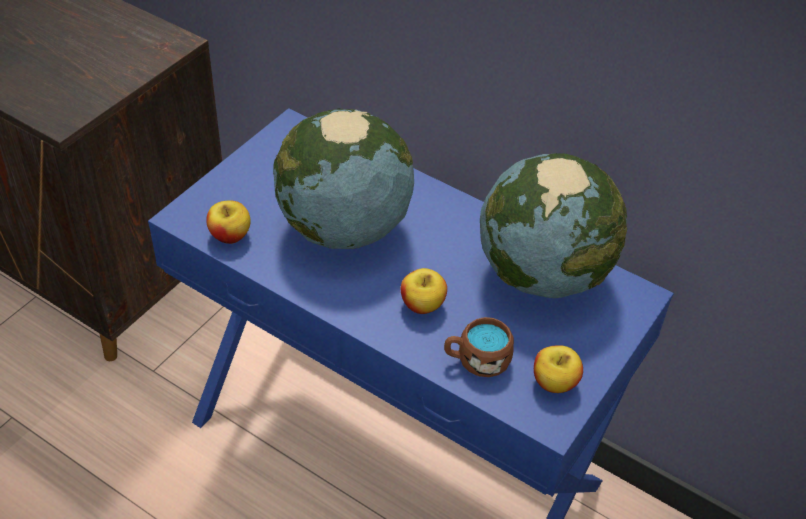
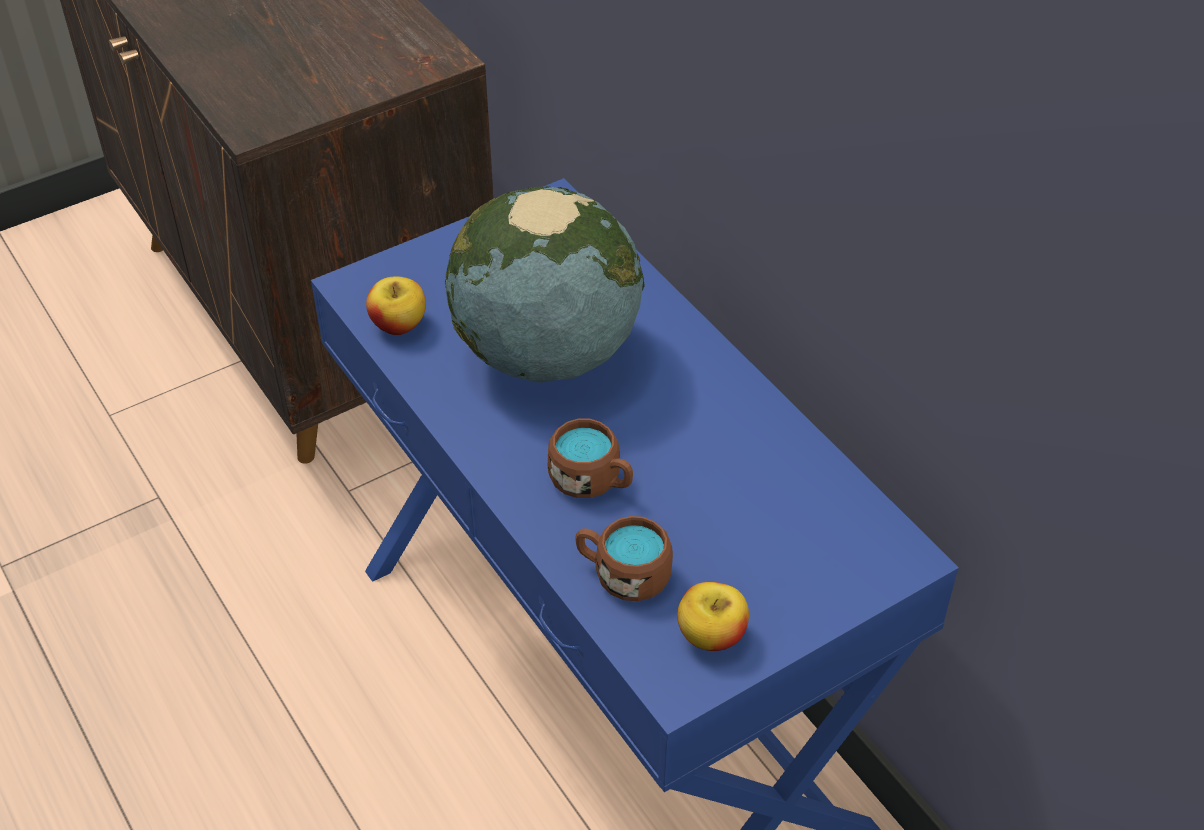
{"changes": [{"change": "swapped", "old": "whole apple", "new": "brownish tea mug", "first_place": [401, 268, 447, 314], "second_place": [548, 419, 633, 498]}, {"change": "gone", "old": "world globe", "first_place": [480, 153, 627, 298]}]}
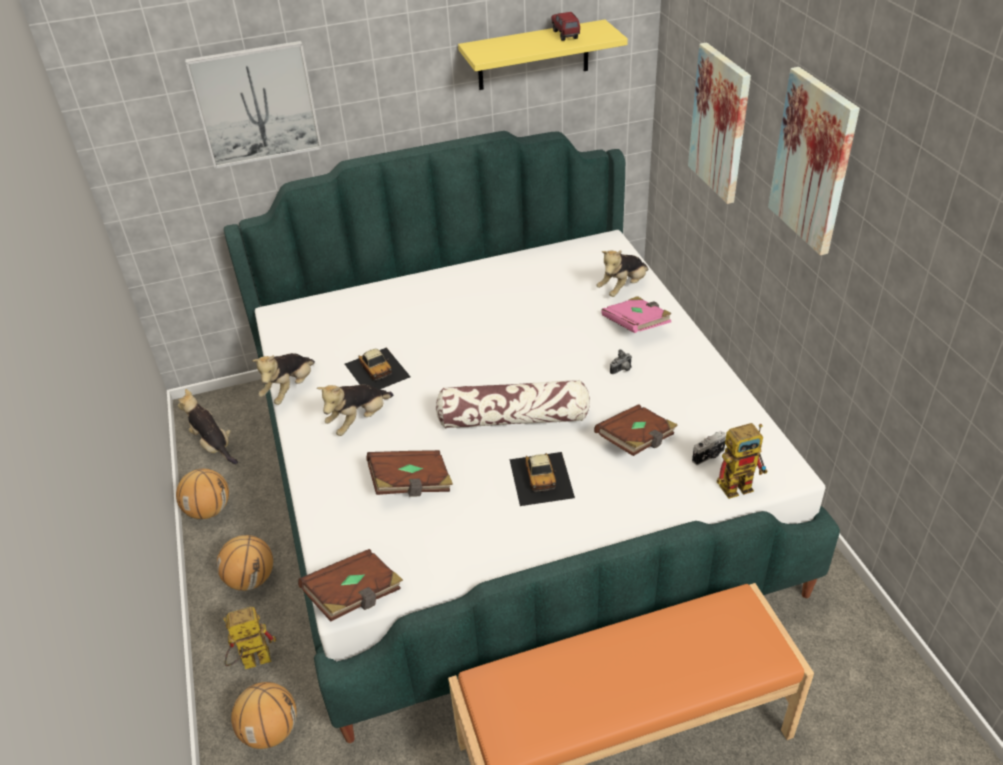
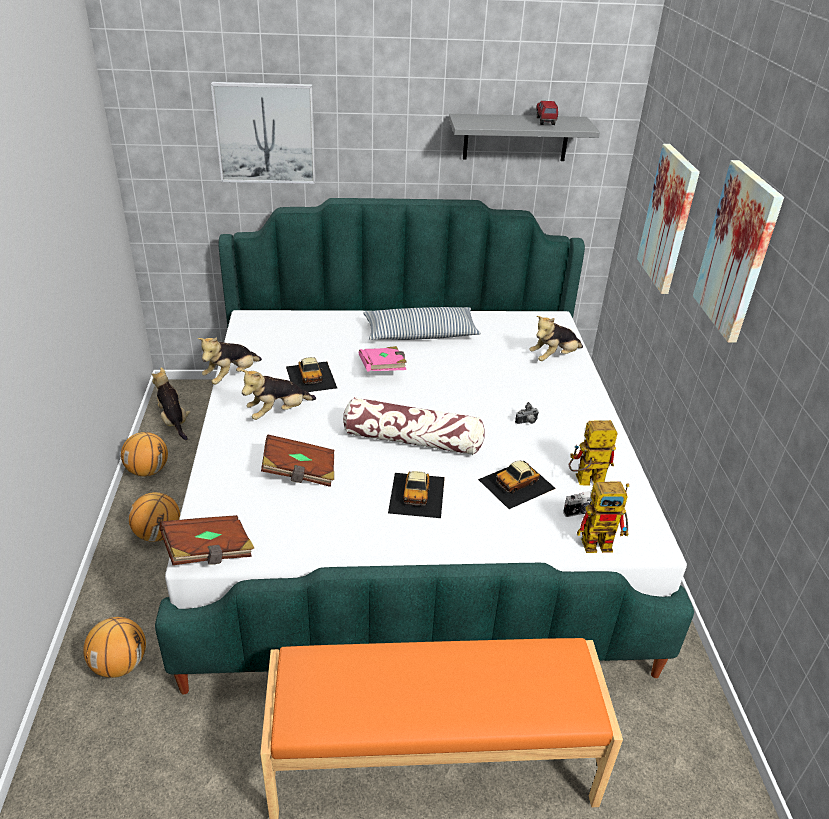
{"changes": [{"change": "shifted", "old": "pink-coloured bound book", "first_place": [601, 296, 671, 333], "second_place": [359, 346, 407, 371]}, {"change": "new", "new": "throw pillow", "second_place": [364, 307, 481, 340]}, {"change": "repainted", "old": "yellow wall shelf", "new": "grey wall shelf", "first_place": [458, 19, 628, 90], "second_place": [449, 114, 600, 161]}, {"change": "swapped", "old": "brownish bound book", "new": "toy car", "first_place": [594, 404, 678, 456], "second_place": [478, 461, 556, 509]}, {"change": "shifted", "old": "toy robot", "first_place": [223, 606, 276, 669], "second_place": [569, 420, 618, 486]}]}
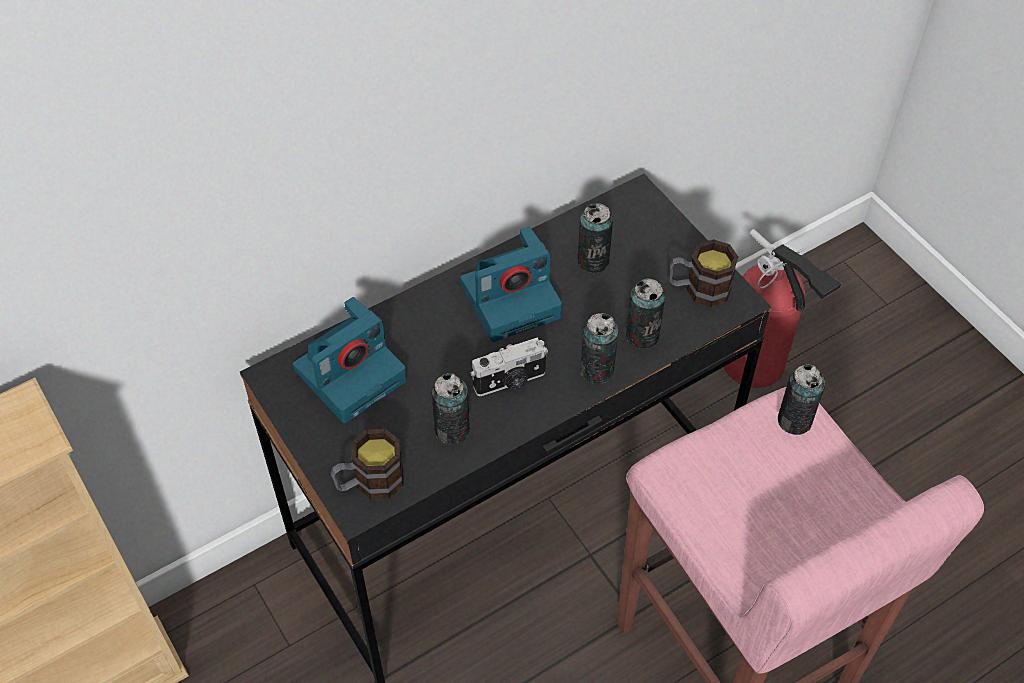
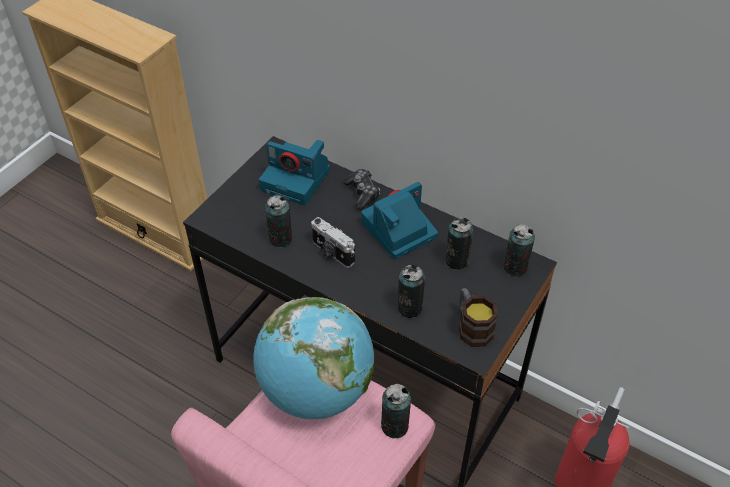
{"changes": [{"change": "new", "new": "world globe", "second_place": [253, 297, 374, 419]}, {"change": "new", "new": "game controller", "second_place": [343, 169, 380, 210]}, {"change": "rotated", "old": "still camera", "first_place": [460, 226, 562, 342], "second_place": [361, 182, 438, 259], "degrees": 105}, {"change": "shifted", "old": "sealed can", "first_place": [580, 313, 618, 384], "second_place": [503, 224, 535, 277]}, {"change": "gone", "old": "tea mug", "first_place": [331, 429, 404, 499]}]}
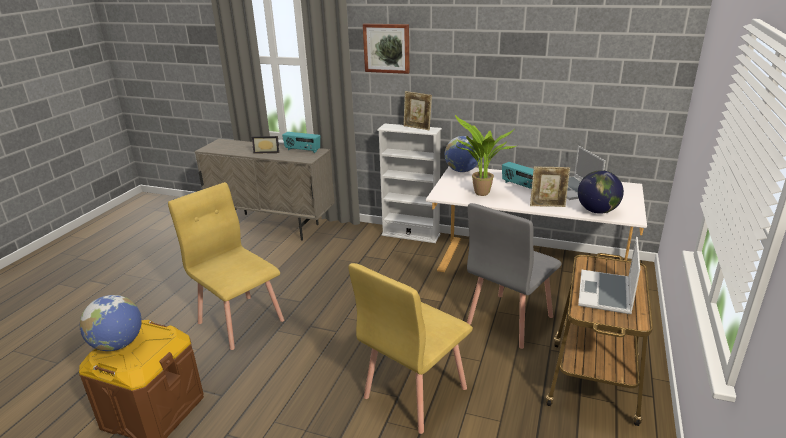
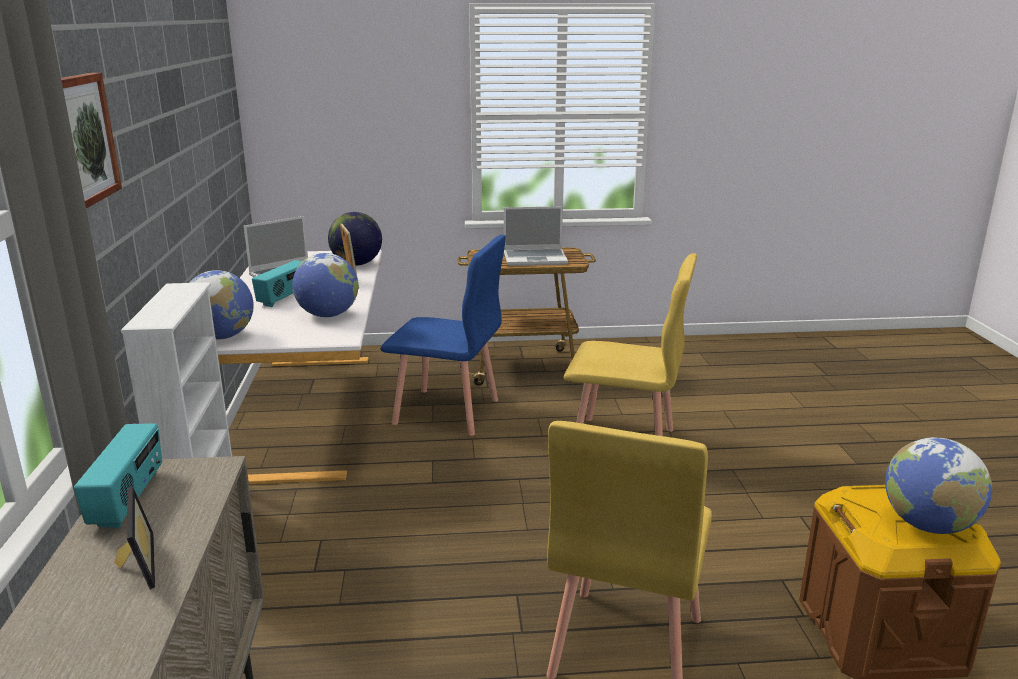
{"changes": [{"change": "swapped", "old": "plant in a pot", "new": "world globe", "first_place": [455, 115, 518, 196], "second_place": [293, 253, 359, 317]}, {"change": "repainted", "old": "grey chair", "new": "blue-coloured chair", "first_place": [467, 203, 561, 349], "second_place": [381, 235, 506, 436]}, {"change": "gone", "old": "photo frame", "first_place": [403, 91, 432, 130]}]}
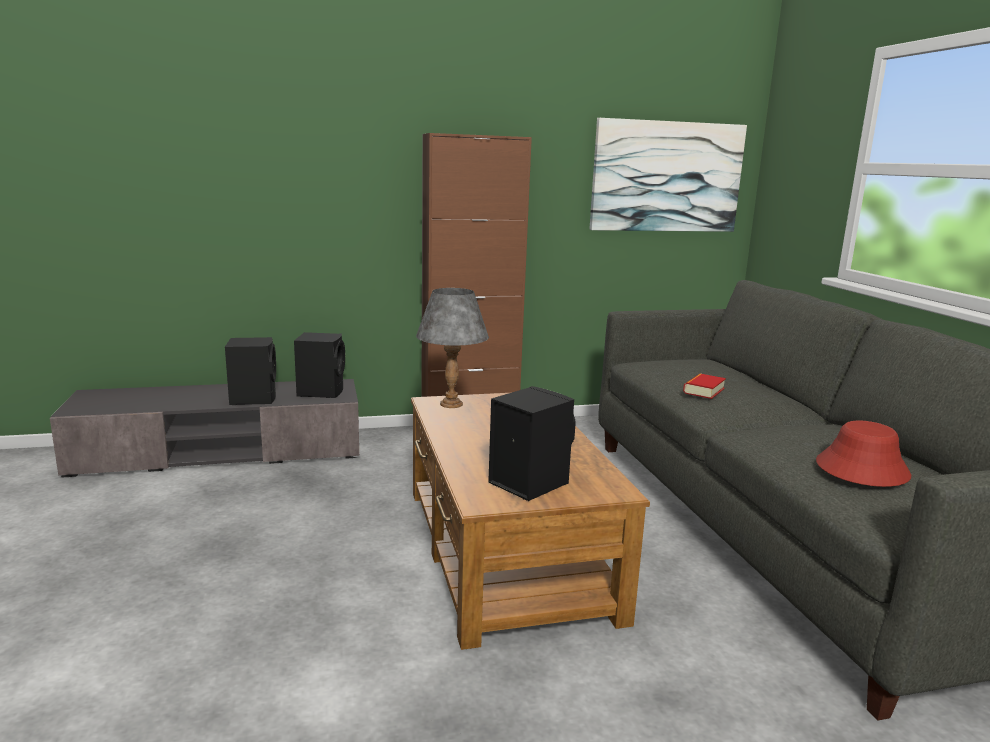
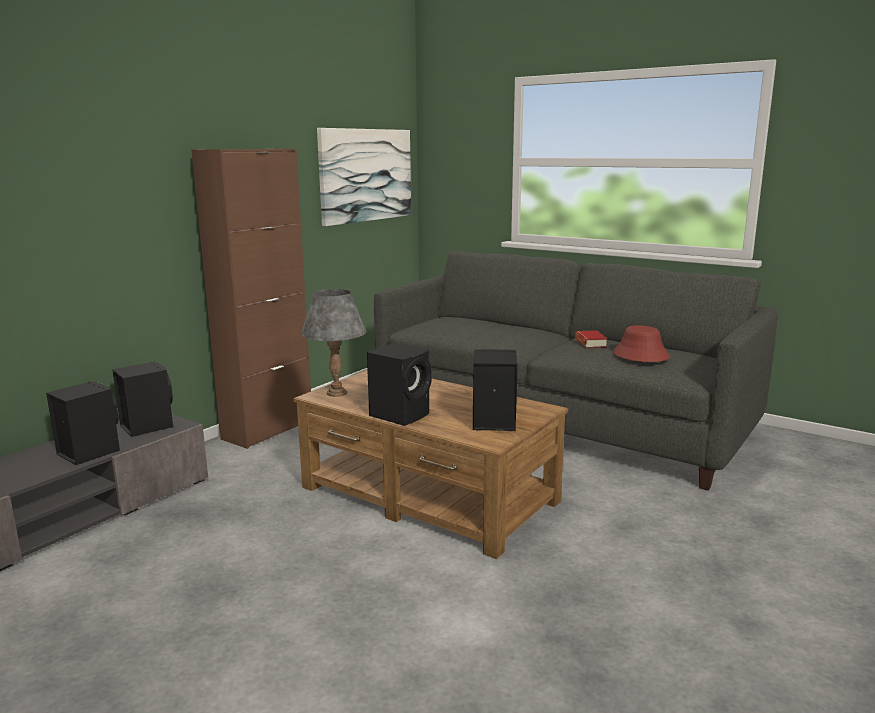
{"changes": [{"change": "new", "new": "blackish loudspeaker", "second_place": [367, 343, 432, 426]}, {"change": "shifted", "old": "bound book", "first_place": [683, 373, 726, 399], "second_place": [575, 330, 607, 348]}]}
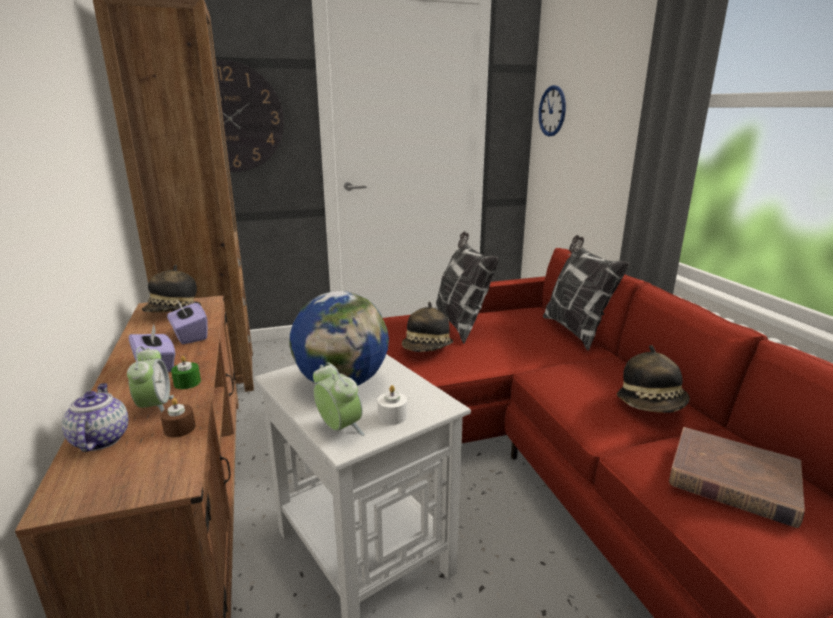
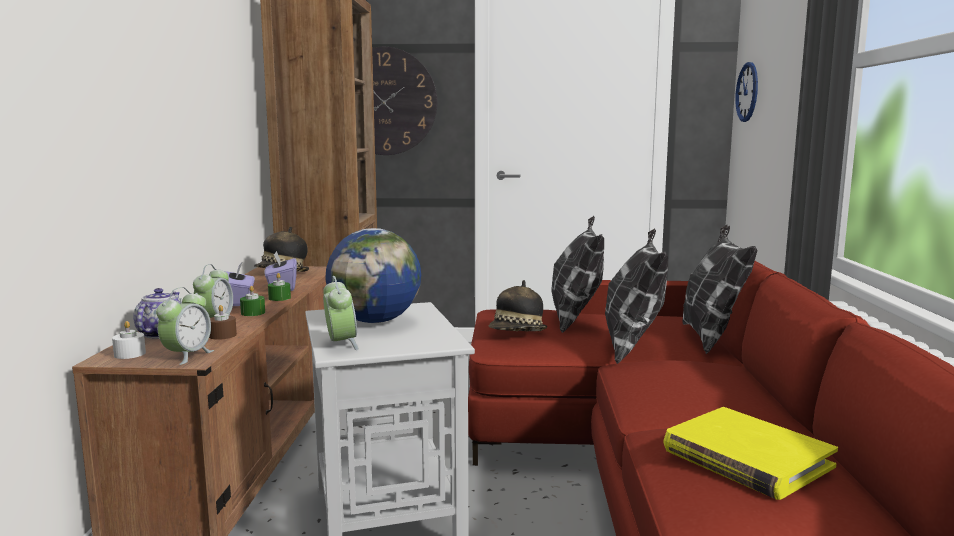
{"changes": [{"change": "shifted", "old": "white-coloured candle", "first_place": [377, 385, 407, 425], "second_place": [112, 321, 146, 359]}, {"change": "new", "new": "bedside clock", "second_place": [156, 287, 214, 365]}, {"change": "new", "new": "green-coloured candle", "second_place": [268, 273, 291, 301]}, {"change": "new", "new": "throw pillow", "second_place": [605, 228, 668, 364]}, {"change": "repainted", "old": "brownish bound book", "new": "yellow bound book", "first_place": [669, 427, 805, 528], "second_place": [664, 407, 838, 500]}, {"change": "gone", "old": "wearable hat", "first_place": [617, 345, 690, 413]}]}
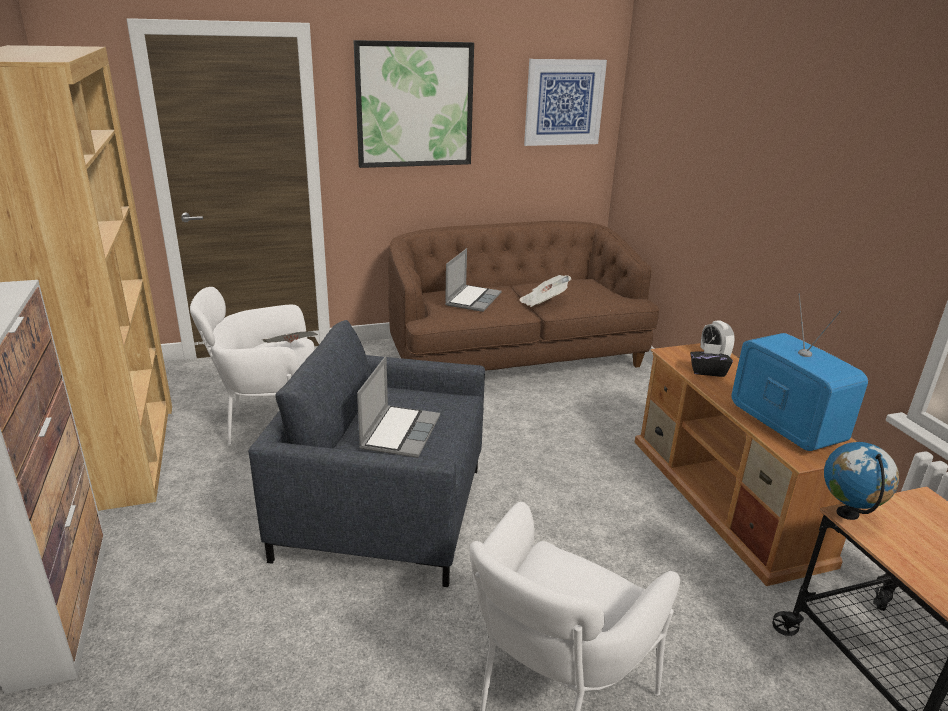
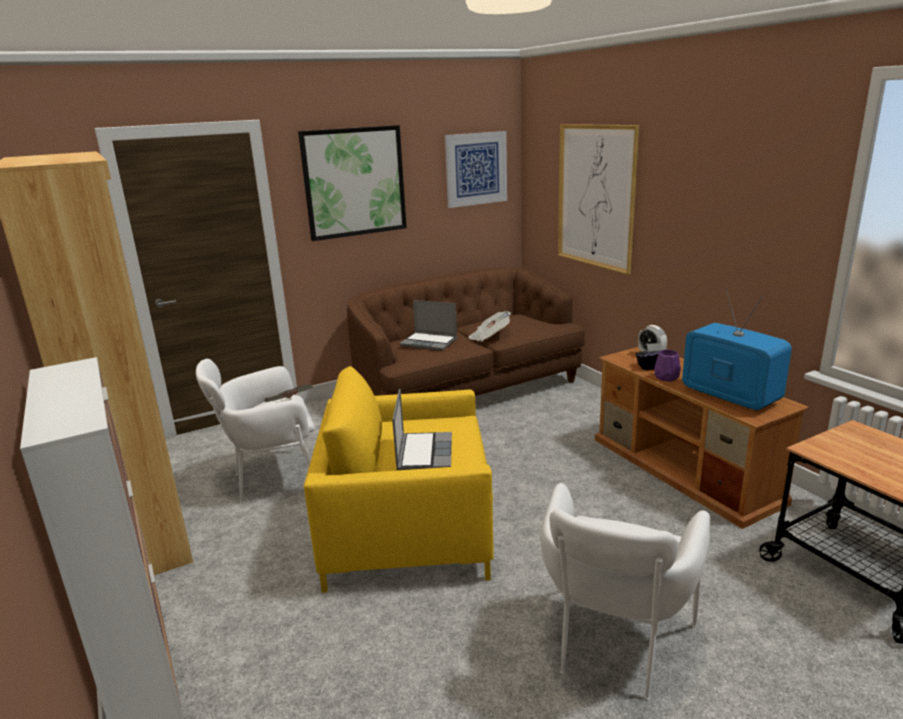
{"changes": [{"change": "repainted", "old": "grey armchair", "new": "yellow armchair", "first_place": [248, 320, 485, 587], "second_place": [304, 366, 494, 593]}, {"change": "rotated", "old": "portable computer", "first_place": [445, 248, 501, 312], "second_place": [400, 300, 457, 351], "degrees": 105}, {"change": "new", "new": "picture", "second_place": [558, 124, 639, 275]}, {"change": "new", "new": "purplish flower vase", "second_place": [654, 350, 681, 381]}, {"change": "gone", "old": "world globe", "first_place": [824, 442, 899, 520]}]}
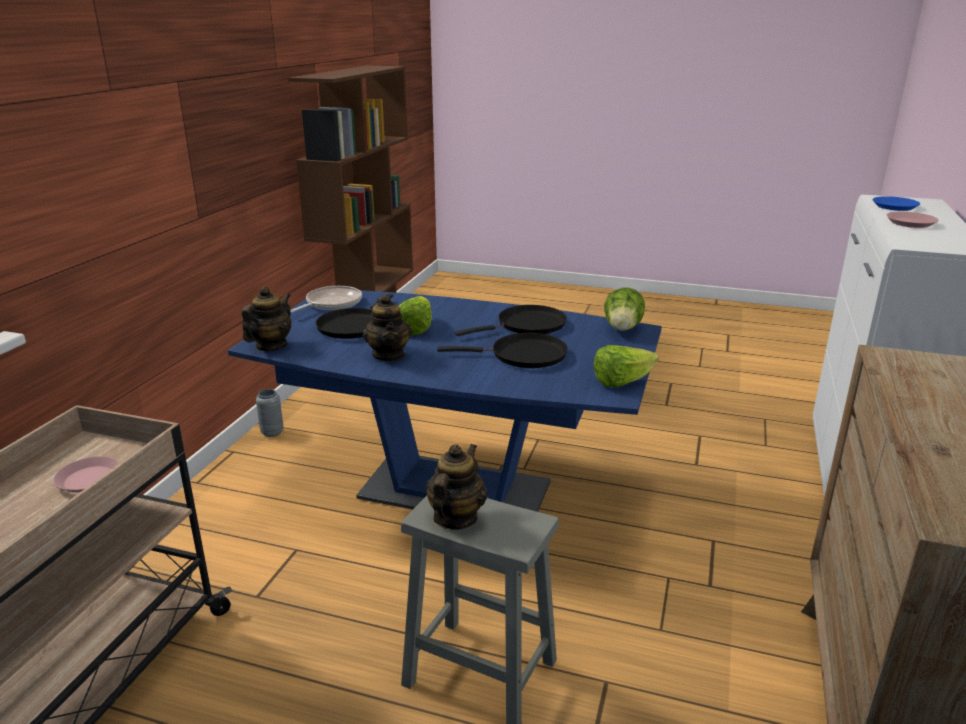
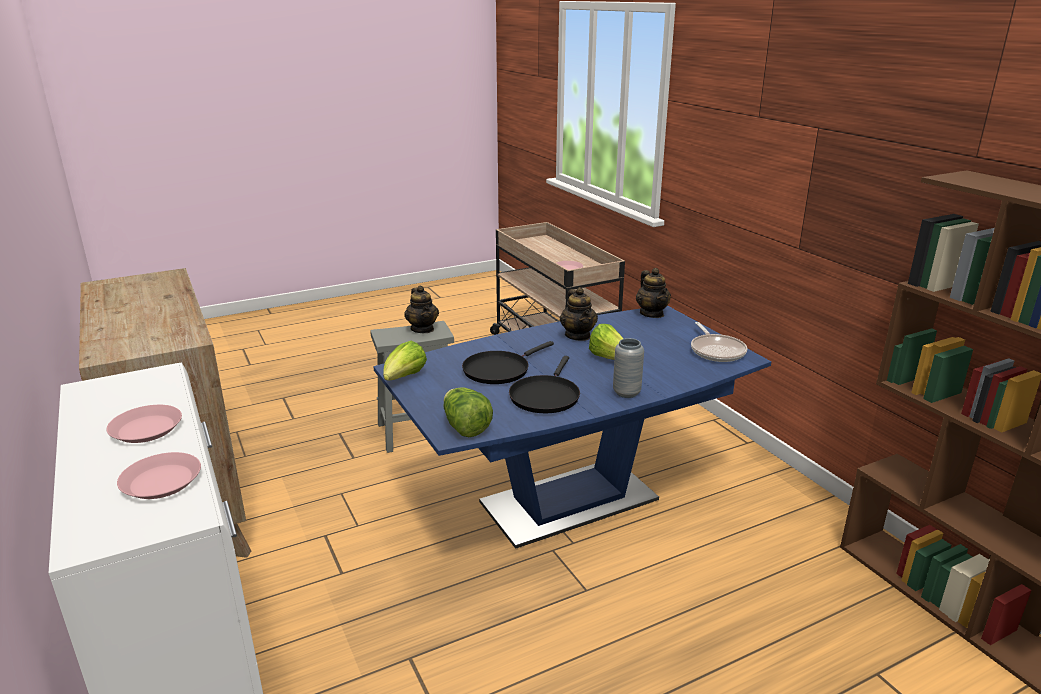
{"changes": [{"change": "repainted", "old": "blue-coloured plate", "new": "pink-coloured plate", "first_place": [873, 196, 920, 211], "second_place": [117, 452, 201, 499]}, {"change": "rotated", "old": "pot for tea", "first_place": [363, 294, 412, 361], "second_place": [560, 287, 598, 341], "degrees": -135}, {"change": "shifted", "old": "grey flower vase", "first_place": [256, 389, 284, 437], "second_place": [613, 338, 644, 398]}, {"change": "gone", "old": "blackish frying pan", "first_place": [315, 294, 393, 339]}]}
